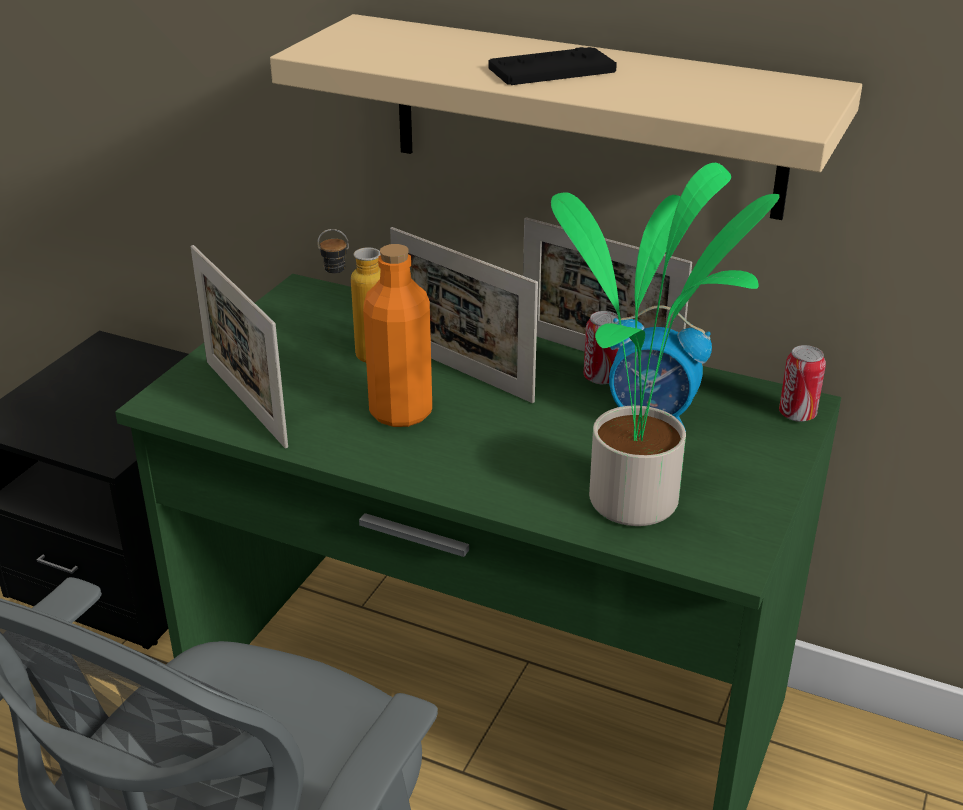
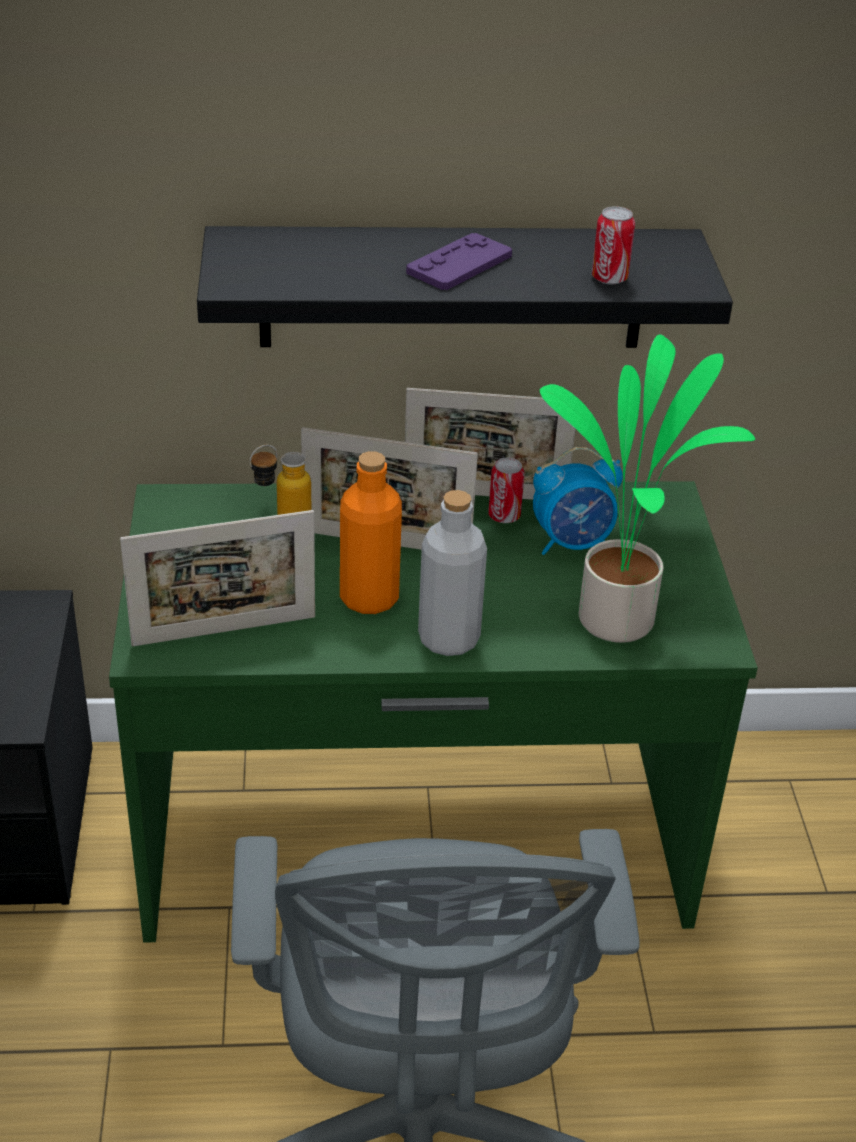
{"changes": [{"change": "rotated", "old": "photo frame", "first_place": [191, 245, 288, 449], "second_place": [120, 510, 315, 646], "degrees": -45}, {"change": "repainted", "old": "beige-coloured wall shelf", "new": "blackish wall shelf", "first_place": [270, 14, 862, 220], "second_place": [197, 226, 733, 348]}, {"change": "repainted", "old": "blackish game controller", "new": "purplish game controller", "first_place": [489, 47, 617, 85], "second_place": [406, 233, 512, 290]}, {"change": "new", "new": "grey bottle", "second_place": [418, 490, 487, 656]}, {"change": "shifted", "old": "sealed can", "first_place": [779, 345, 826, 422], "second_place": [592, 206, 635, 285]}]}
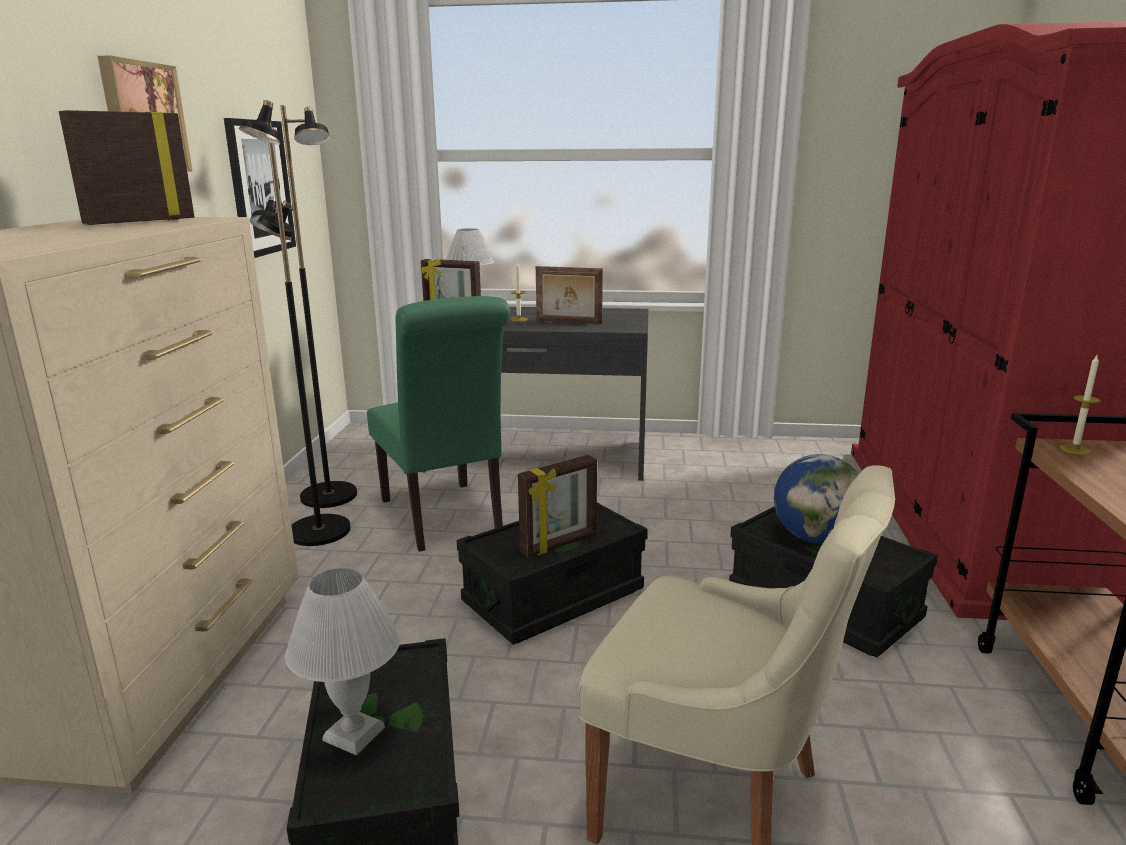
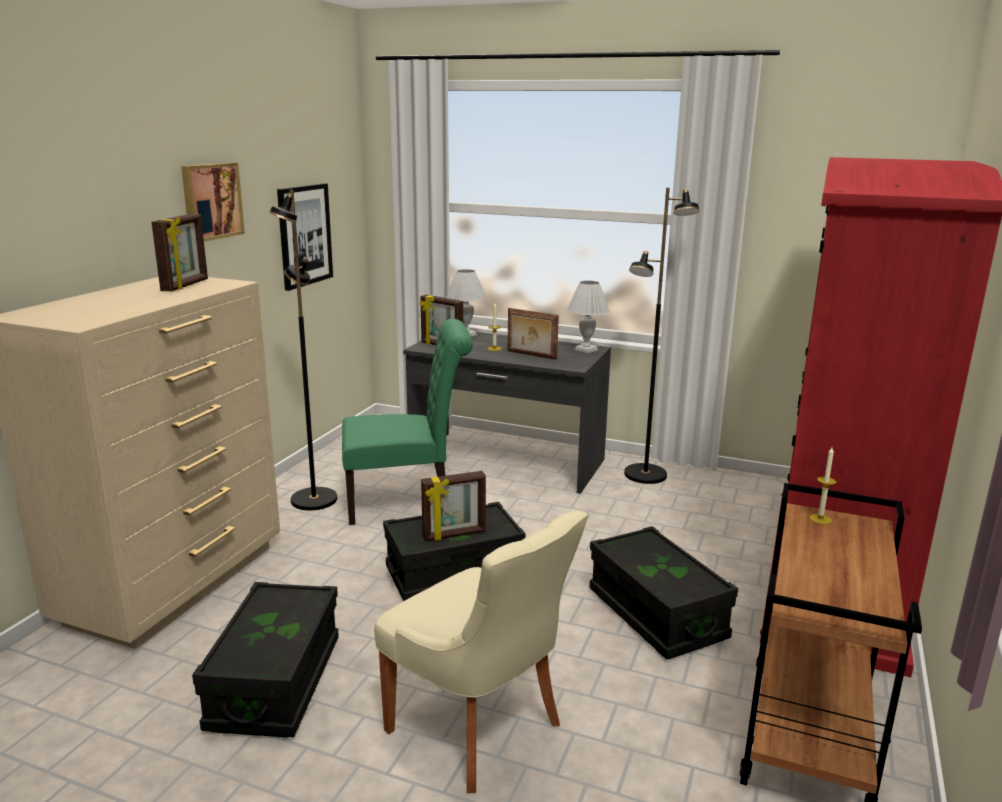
{"changes": [{"change": "rotated", "old": "photo frame", "first_place": [59, 108, 195, 225], "second_place": [151, 214, 208, 291], "degrees": 135}, {"change": "rotated", "old": "green-coloured chair", "first_place": [367, 296, 510, 552], "second_place": [342, 319, 473, 525], "degrees": -90}, {"change": "shifted", "old": "white-coloured tabletop lamp", "first_place": [285, 568, 400, 755], "second_place": [567, 281, 609, 353]}, {"change": "shifted", "old": "blackish standard lamp", "first_place": [250, 105, 357, 508], "second_place": [624, 188, 700, 484]}, {"change": "gone", "old": "world globe", "first_place": [774, 454, 859, 544]}]}
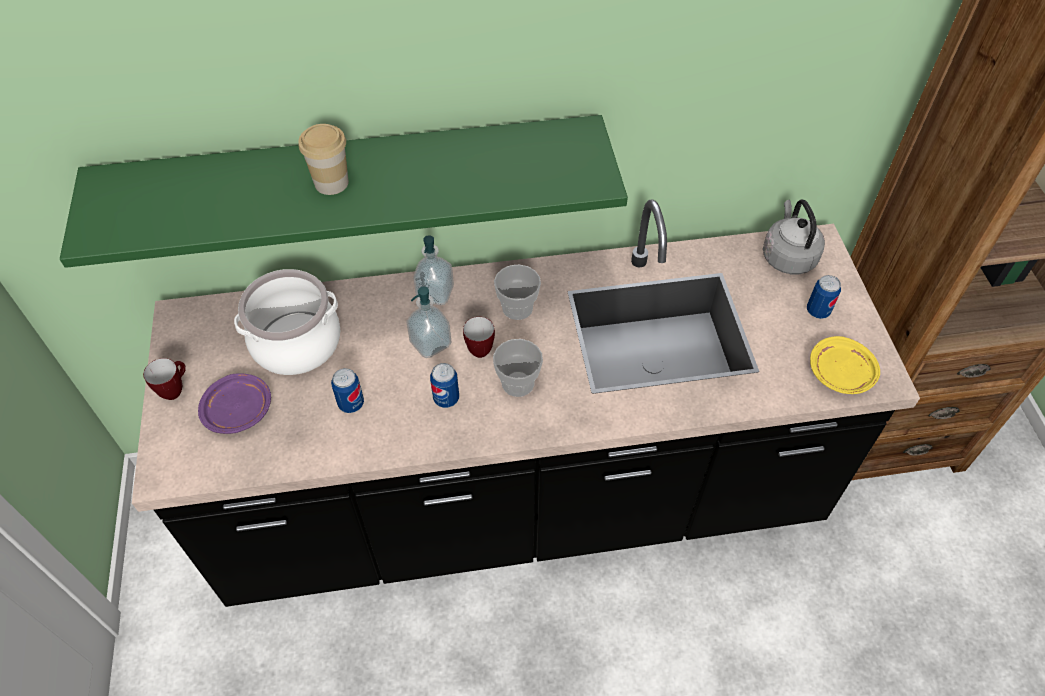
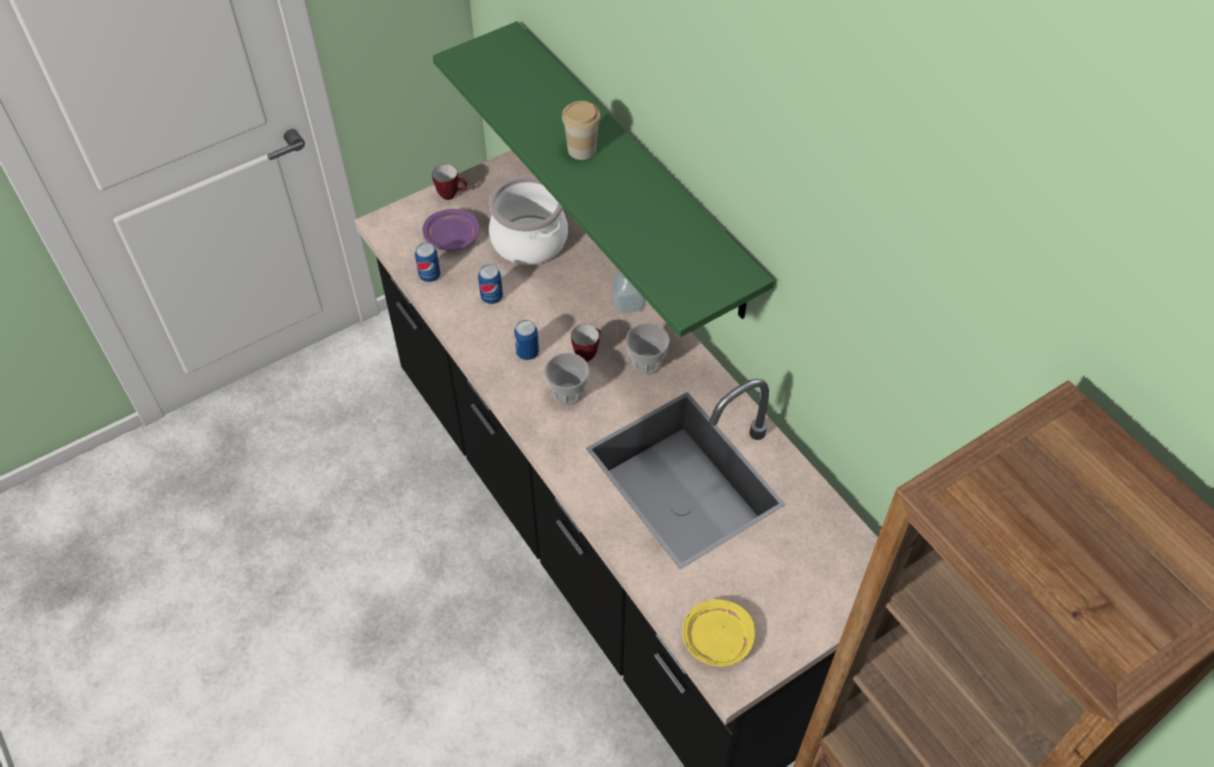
{"changes": [{"change": "shifted", "old": "sealed can", "first_place": [807, 275, 841, 319], "second_place": [415, 243, 441, 282]}, {"change": "gone", "old": "soap bottle", "first_place": [406, 287, 451, 358]}, {"change": "gone", "old": "grey tea kettle", "first_place": [763, 200, 825, 274]}]}
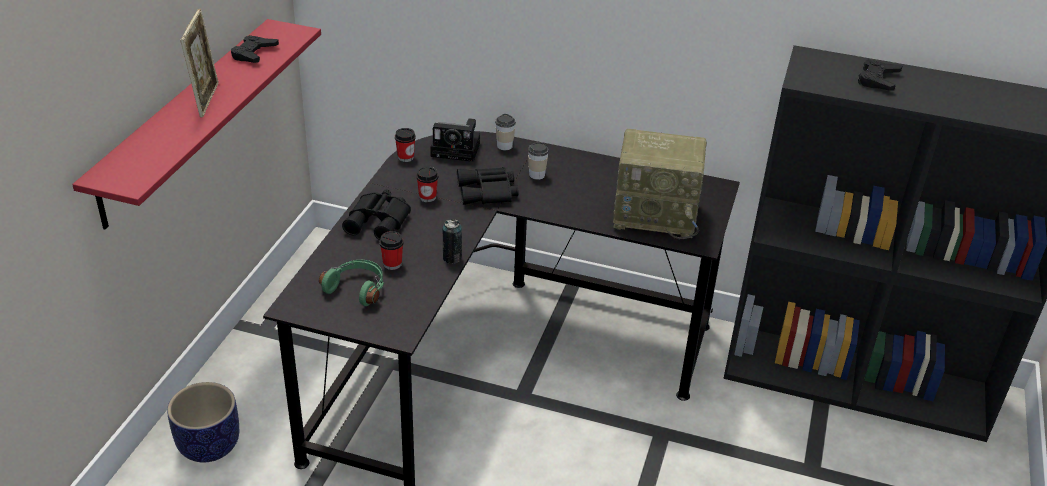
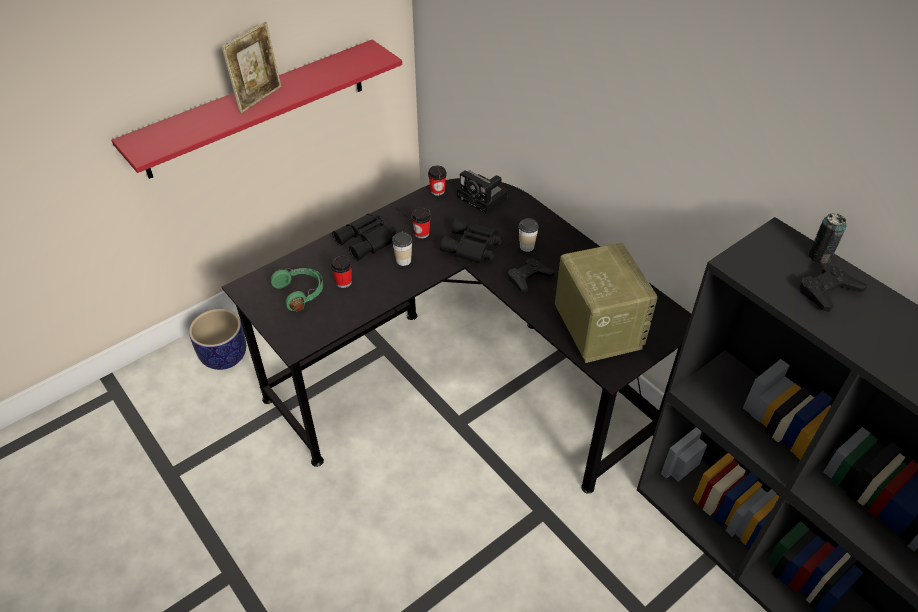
{"changes": [{"change": "shifted", "old": "cup", "first_place": [495, 114, 516, 150], "second_place": [392, 232, 412, 266]}, {"change": "shifted", "old": "blackish game controller", "first_place": [231, 35, 279, 63], "second_place": [508, 258, 554, 293]}, {"change": "rotated", "old": "radio set", "first_place": [613, 129, 707, 239], "second_place": [555, 243, 657, 363], "degrees": -150}, {"change": "shifted", "old": "sealed can", "first_place": [443, 219, 462, 264], "second_place": [809, 213, 847, 264]}]}
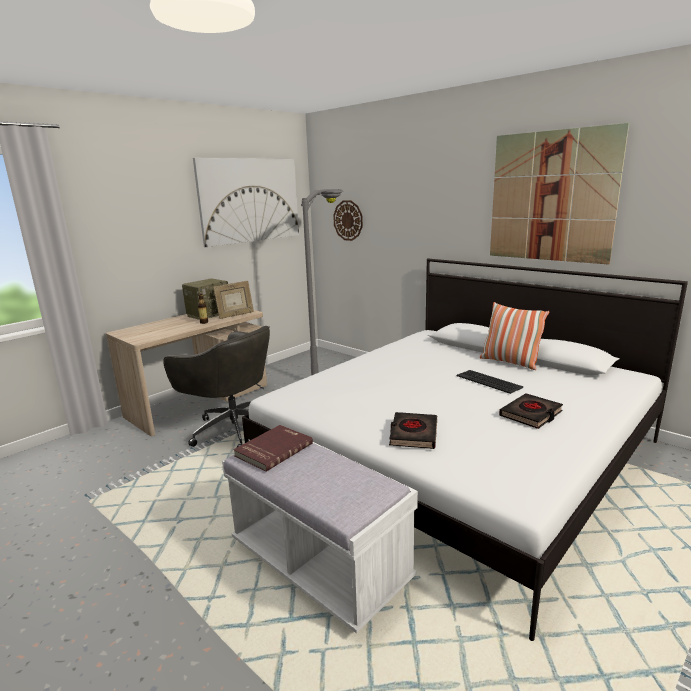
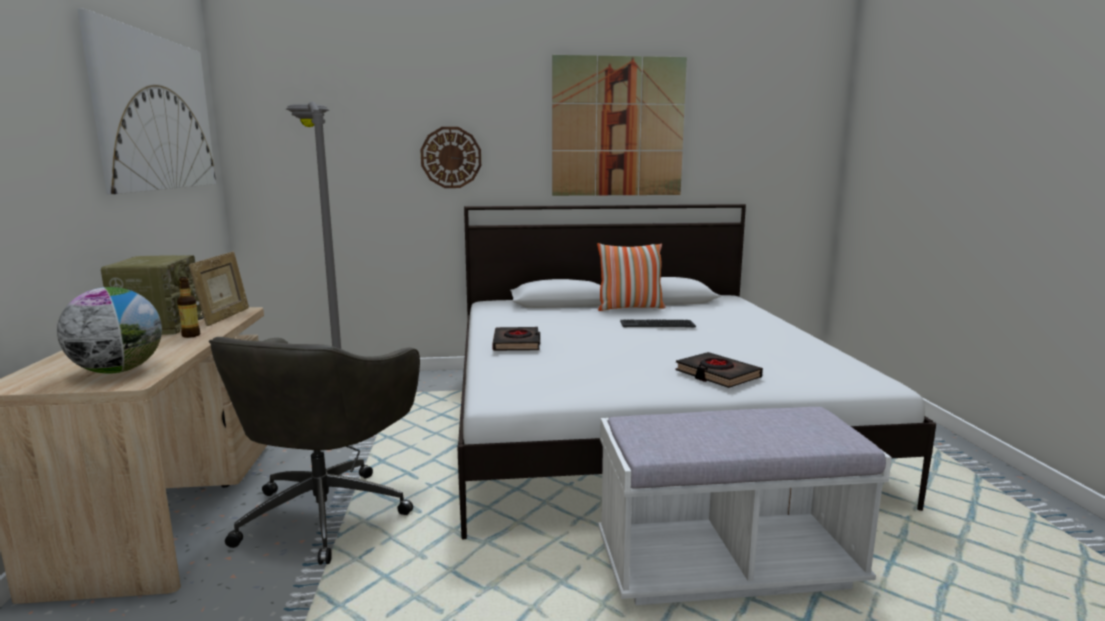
{"changes": [{"change": "new", "new": "world globe", "second_place": [57, 287, 162, 374]}, {"change": "rotated", "old": "grey computer chair", "first_place": [163, 326, 270, 447], "second_place": [209, 337, 420, 565], "degrees": 120}, {"change": "shifted", "old": "hanging clock", "first_place": [333, 200, 363, 241], "second_place": [420, 127, 481, 188]}, {"change": "shifted", "old": "blackish bound book", "first_place": [499, 393, 563, 429], "second_place": [492, 327, 540, 351]}, {"change": "gone", "old": "reddish bound book", "first_place": [233, 425, 313, 472]}]}
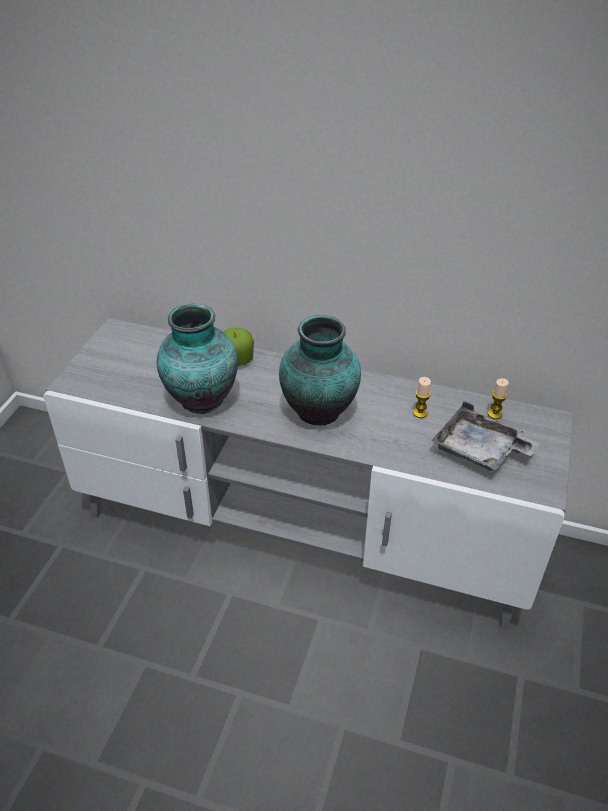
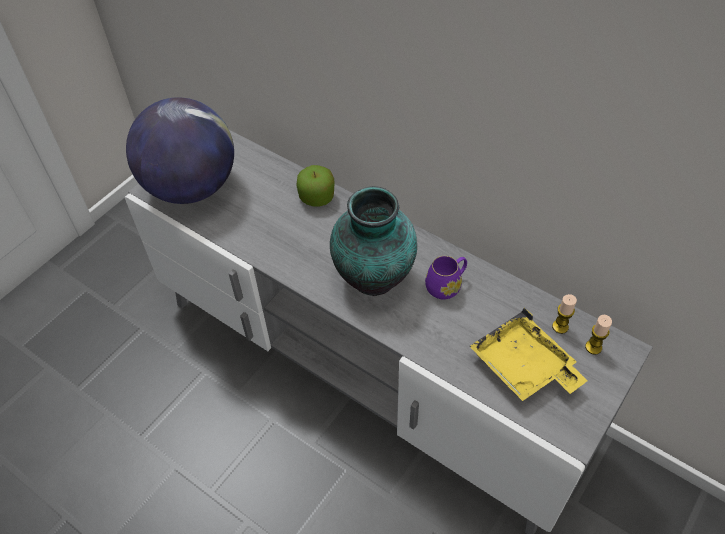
{"changes": [{"change": "new", "new": "world globe", "second_place": [126, 97, 234, 204]}, {"change": "new", "new": "purplish tea mug", "second_place": [425, 256, 467, 299]}, {"change": "repainted", "old": "grey carrying tray", "new": "yellow carrying tray", "first_place": [431, 401, 540, 471], "second_place": [469, 308, 588, 401]}, {"change": "shifted", "old": "candle", "first_place": [413, 377, 431, 418], "second_place": [585, 315, 612, 355]}, {"change": "gone", "old": "flower vase", "first_place": [157, 304, 238, 414]}]}
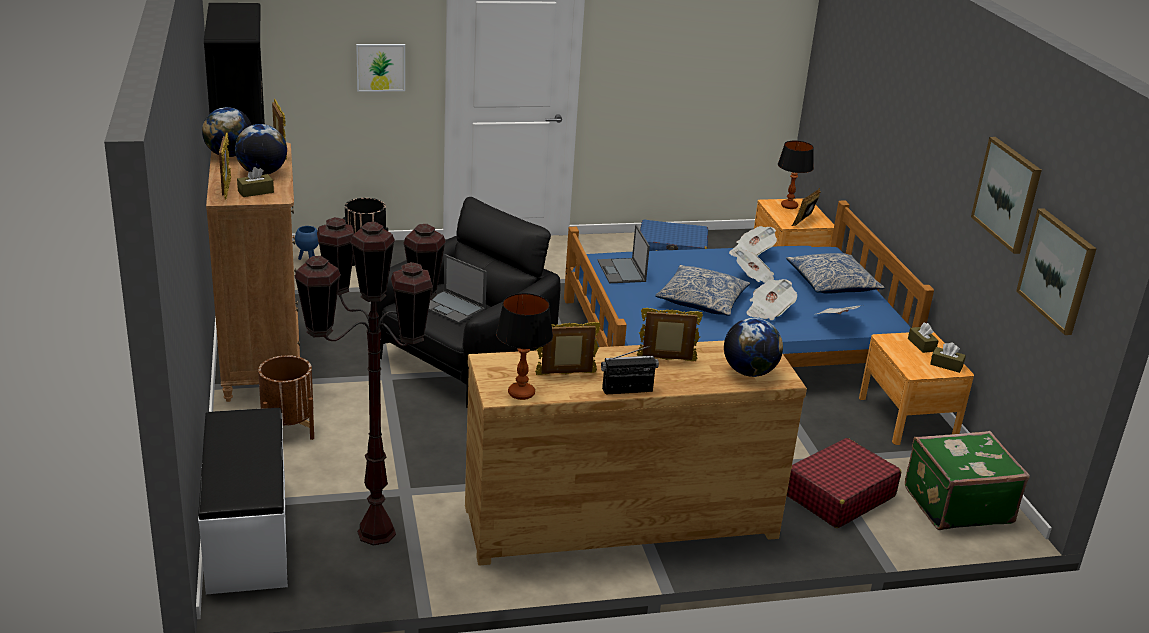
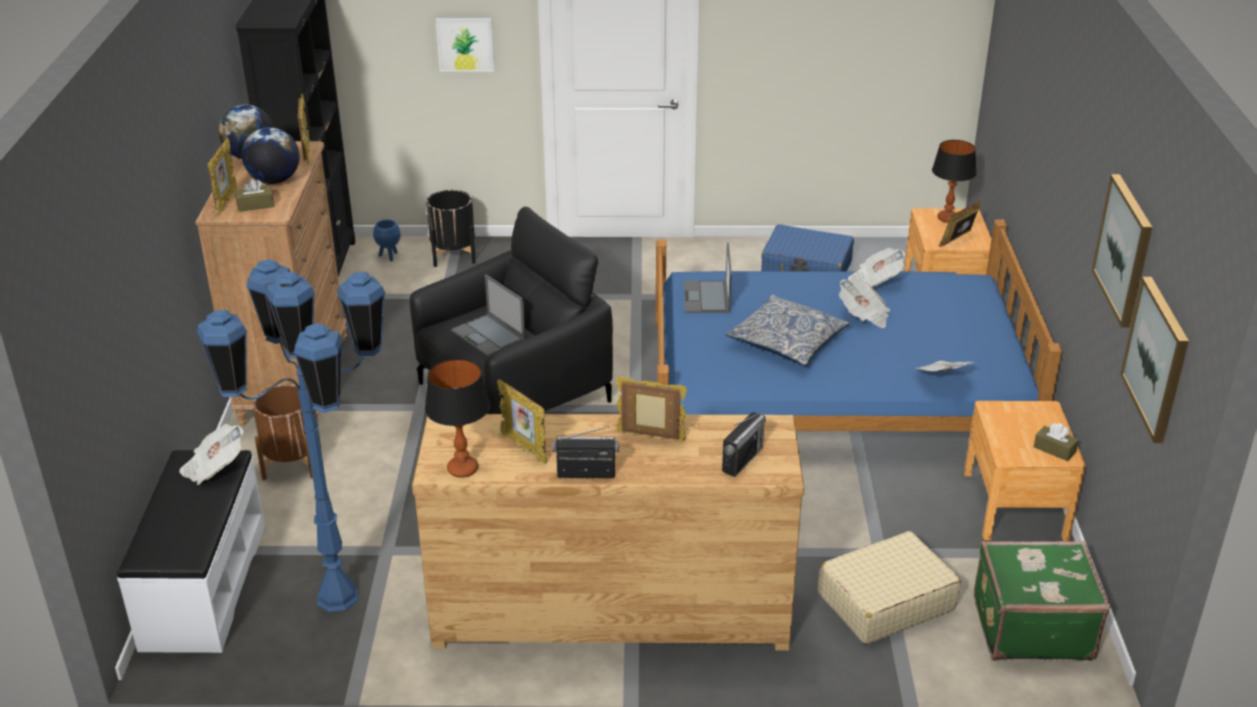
{"changes": [{"change": "shifted", "old": "newspaper", "first_place": [747, 279, 797, 320], "second_place": [179, 424, 244, 485]}, {"change": "repainted", "old": "brownish standard lamp", "new": "blue-coloured standard lamp", "first_place": [295, 217, 446, 546], "second_place": [197, 259, 385, 612]}, {"change": "rotated", "old": "photo frame", "first_place": [535, 322, 601, 375], "second_place": [497, 380, 547, 464], "degrees": -135}, {"change": "swapped", "old": "world globe", "new": "radio set", "first_place": [724, 318, 783, 377], "second_place": [722, 412, 766, 477]}, {"change": "repainted", "old": "reddish piece of luggage", "new": "beige-coloured piece of luggage", "first_place": [787, 438, 901, 528], "second_place": [818, 531, 961, 644]}, {"change": "gone", "old": "throw pillow", "first_place": [786, 253, 885, 294]}, {"change": "gone", "old": "brownish tissue holder", "first_place": [908, 323, 939, 353]}]}
